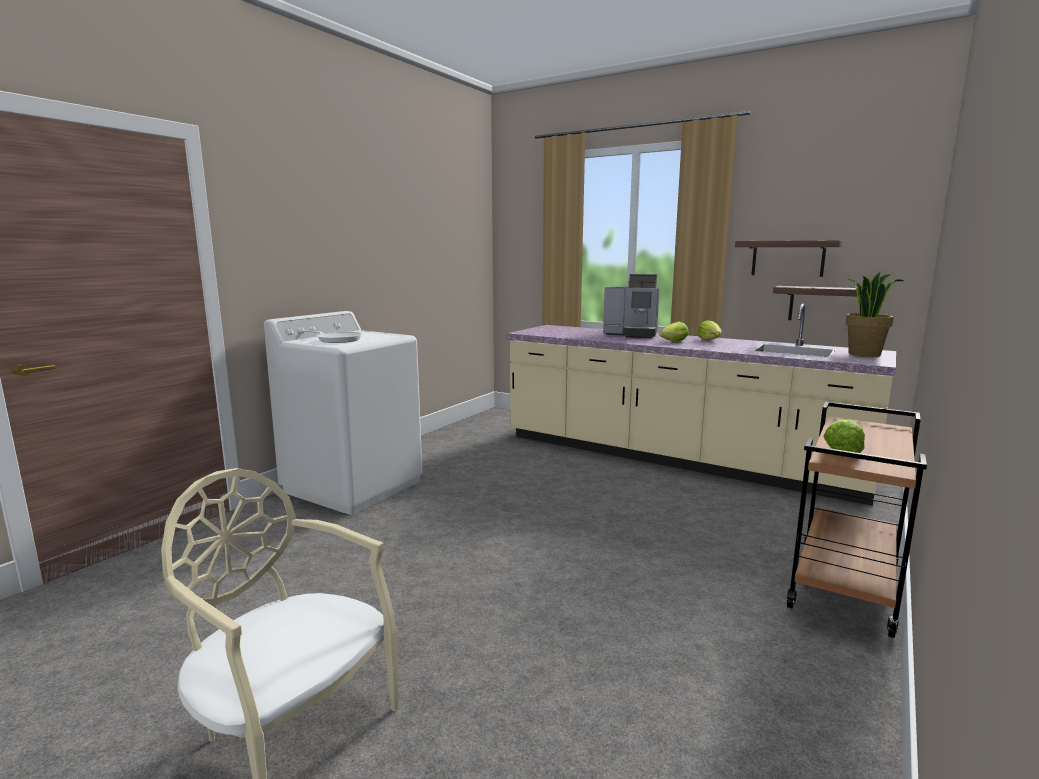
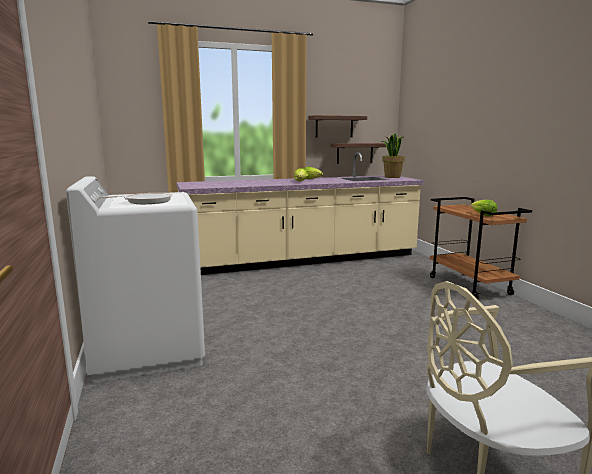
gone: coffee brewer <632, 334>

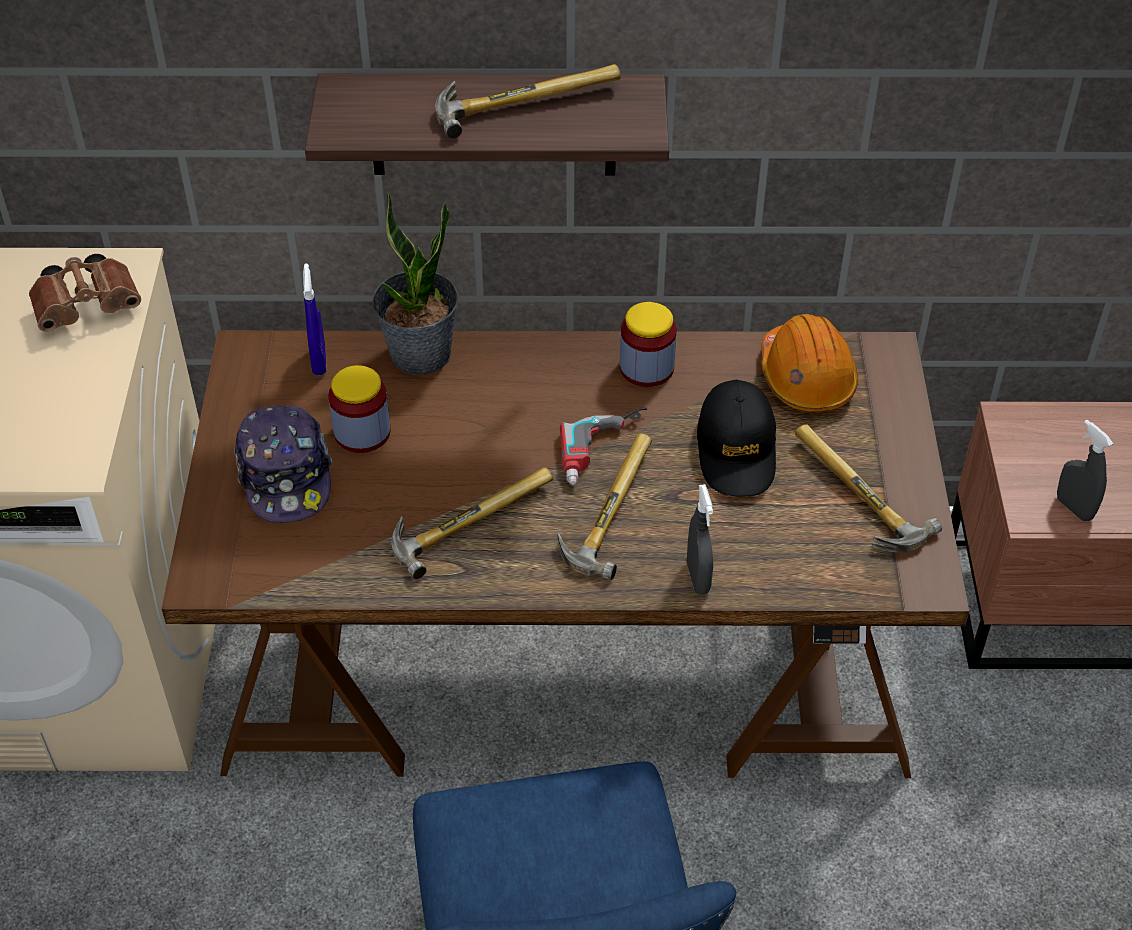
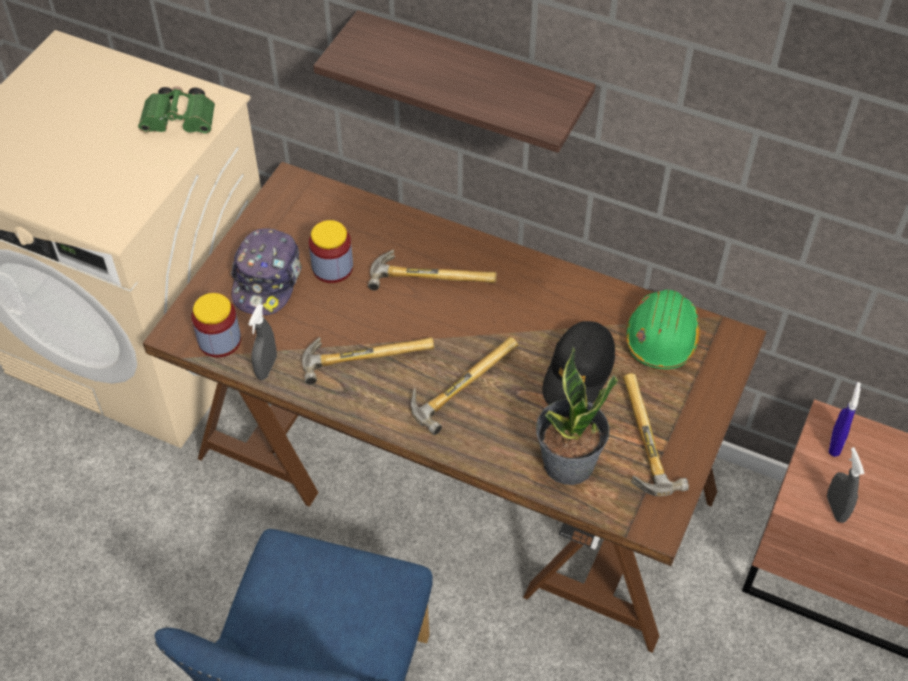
gone: drill <606, 452>
shifted: preserve jar <646, 368> to <219, 340>; spray bottle/greyish <698, 577> to <266, 367>; tool hammer <523, 99> to <432, 274>; potted plant <420, 355> to <568, 464>; spray bottle/bluish <319, 361> to <835, 444>
repainted: field glasses/brown <90, 306> to field glasses/green-coloured <182, 122>; safety helmet/orangey <806, 377> to safety helmet/green-coloured <661, 337>

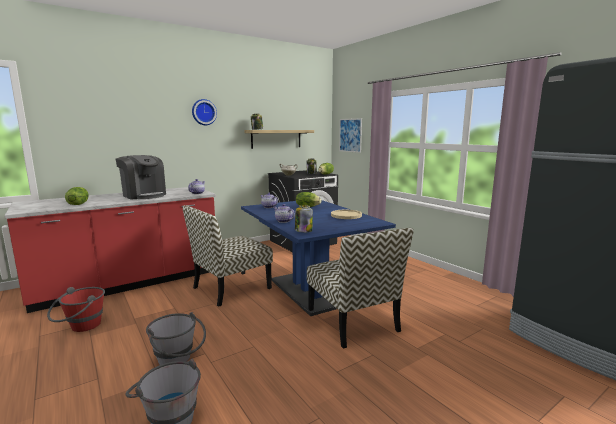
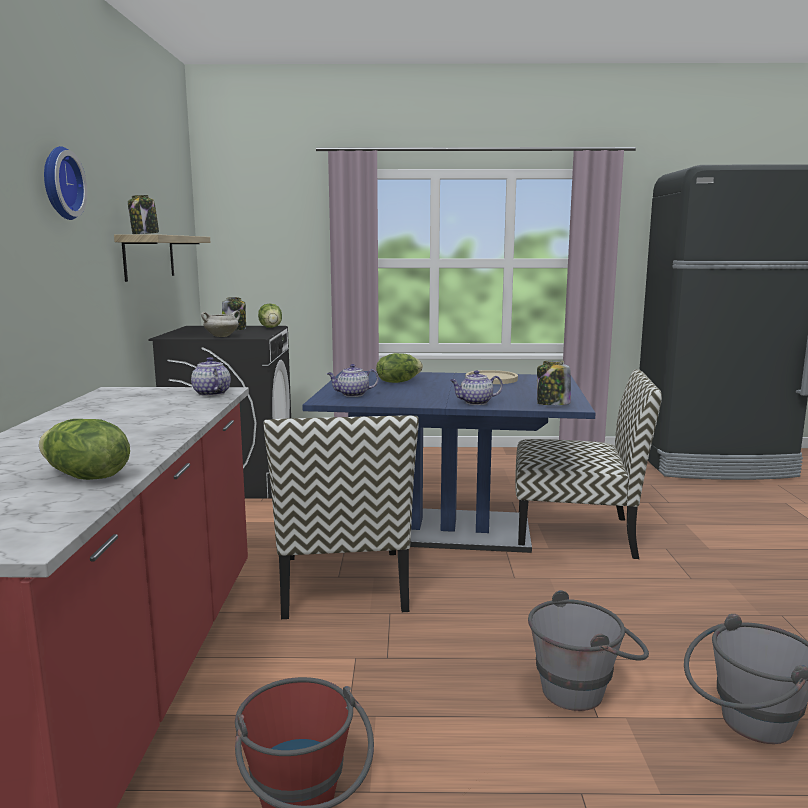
gone: coffee brewer <144, 195>; picture <350, 135>

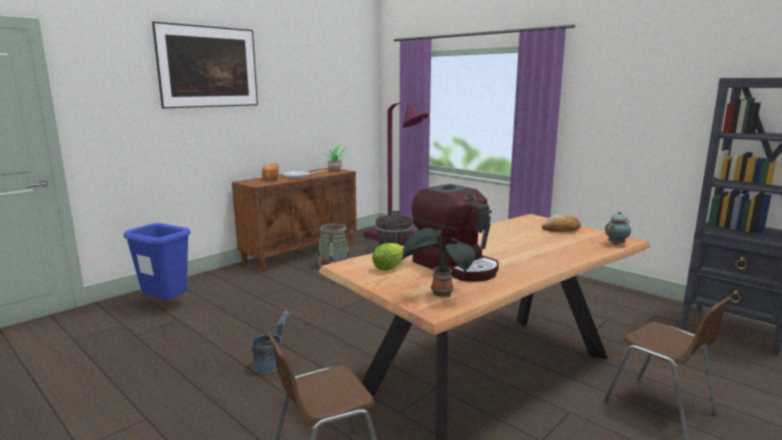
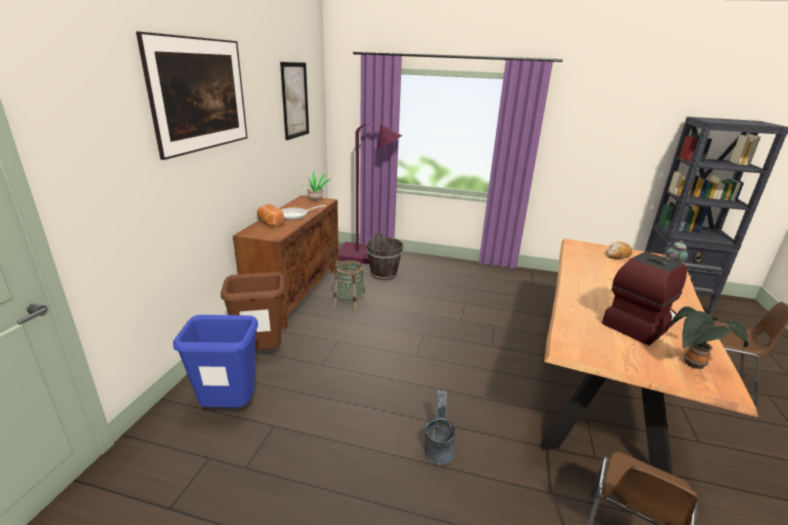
gone: lettuce <390, 267>
new: trash can/brown <261, 354>; picture <295, 100>
rotated: coffee brewer <456, 266> = <639, 322> 60 degrees counterclockwise

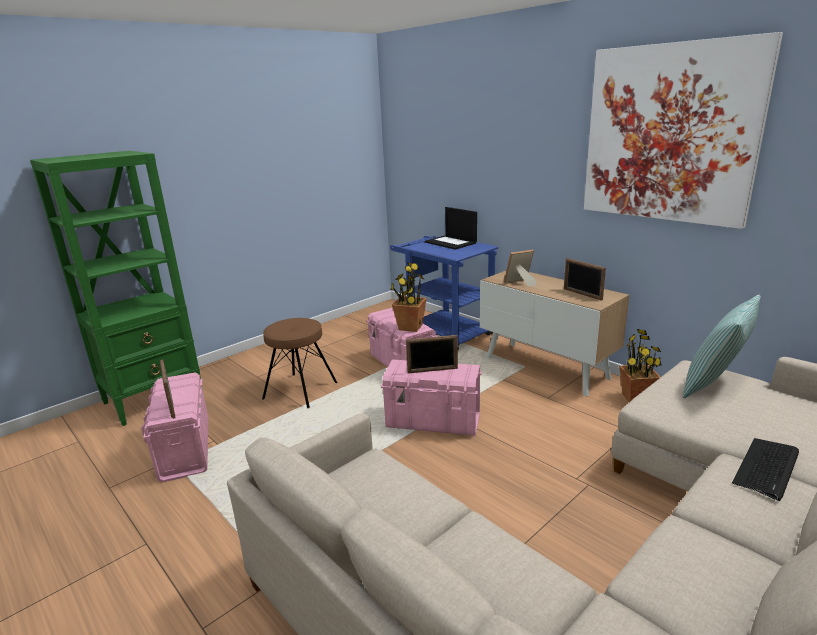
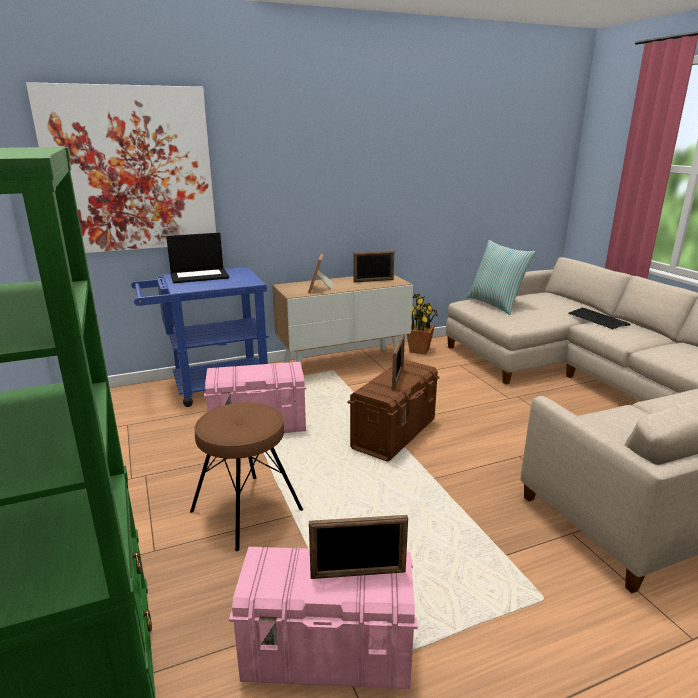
gone: potted plant <410, 327>
shifted: picture <669, 134> to <131, 170>
repainted: storage container/pink <433, 421> to storage container/brown <394, 434>

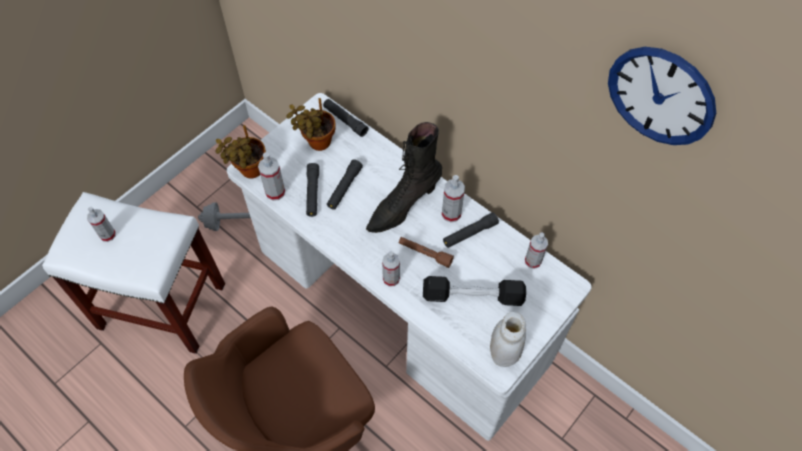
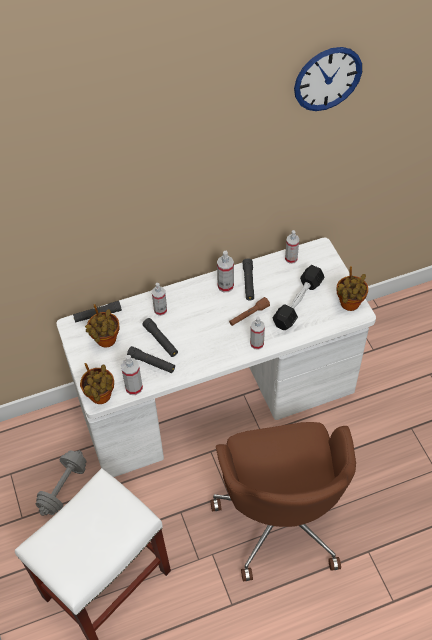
gone: boot/black <403, 206>
shifted: spray bottle <107, 235> to <160, 310>
swapped: preserve jar/whitish <503, 353> to potted plant <349, 305>

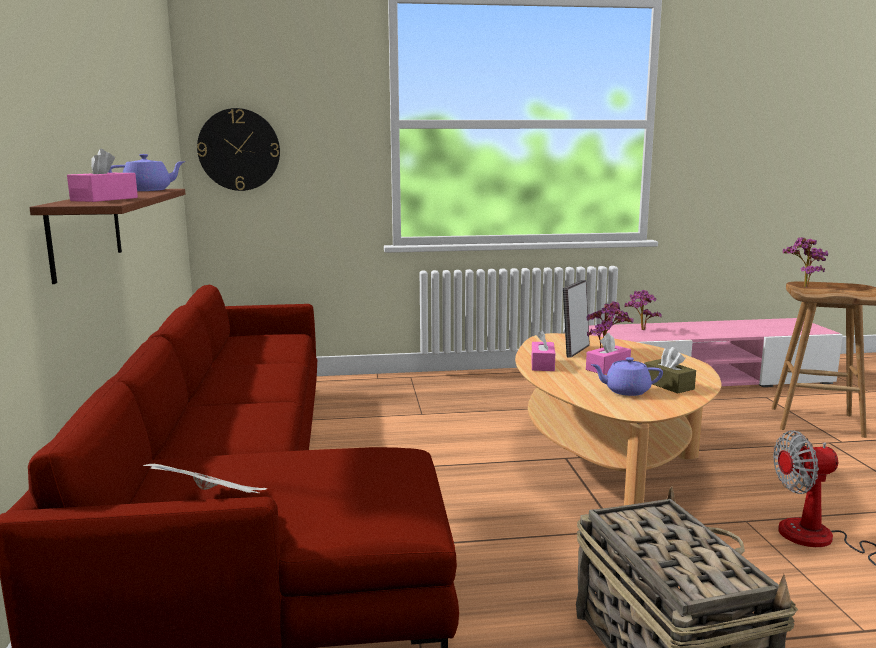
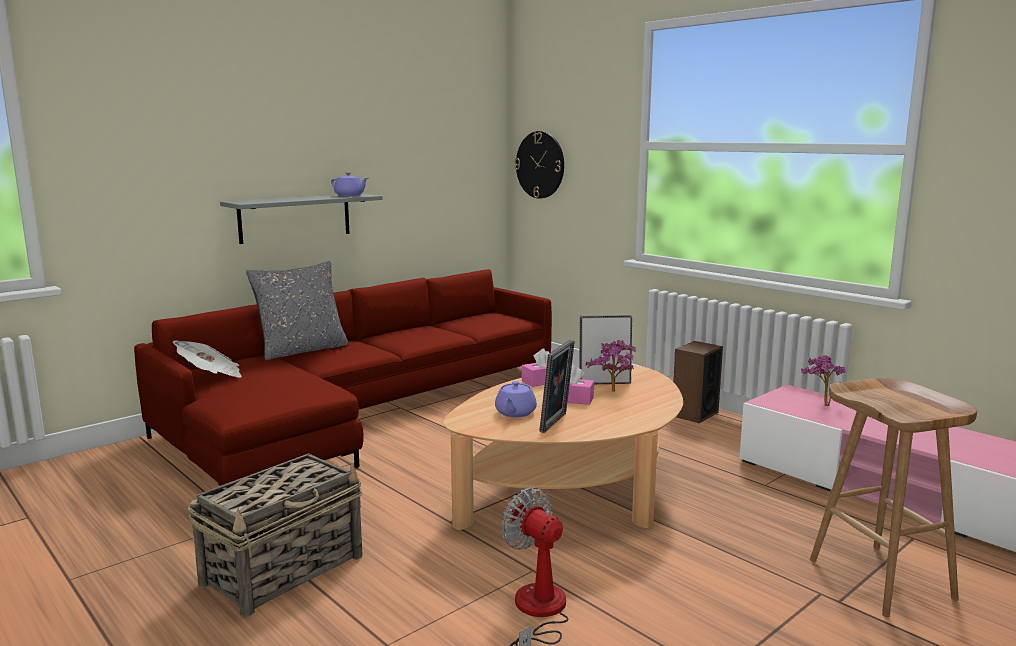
gone: tissue box/pink <104, 199>; potted plant <802, 286>
new: cushion/greyish <302, 350>; loudspeaker <694, 414>
swapped: tissue box/brown <668, 385> to standing frame <556, 423>
repainted: wall shelf/brown <86, 231> to wall shelf/greyish <295, 218>
rotated: tea pot/purple <626, 391> = <515, 413> 135 degrees counterclockwise

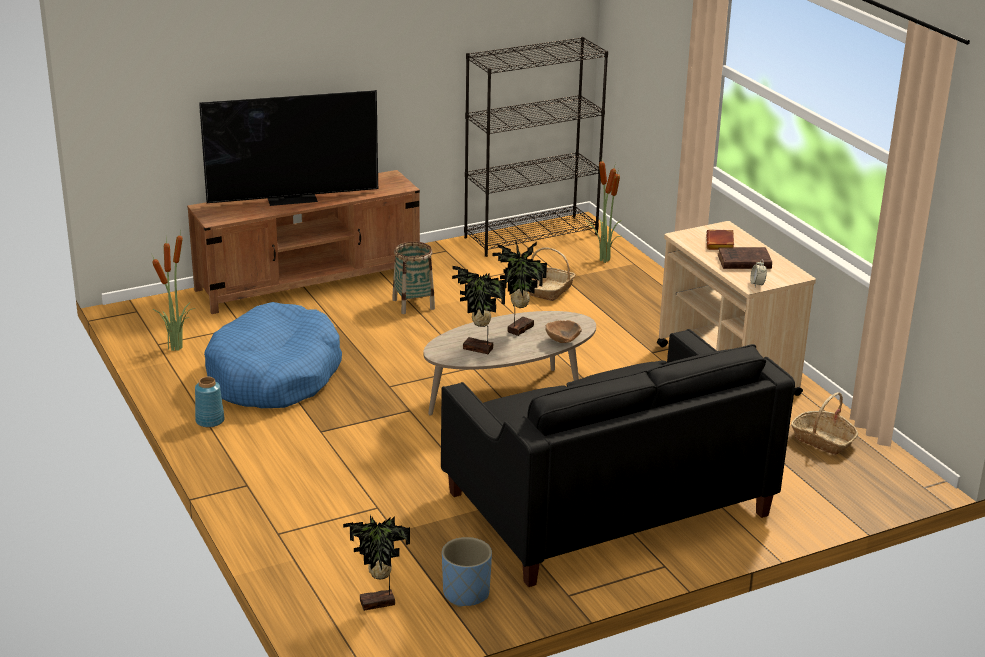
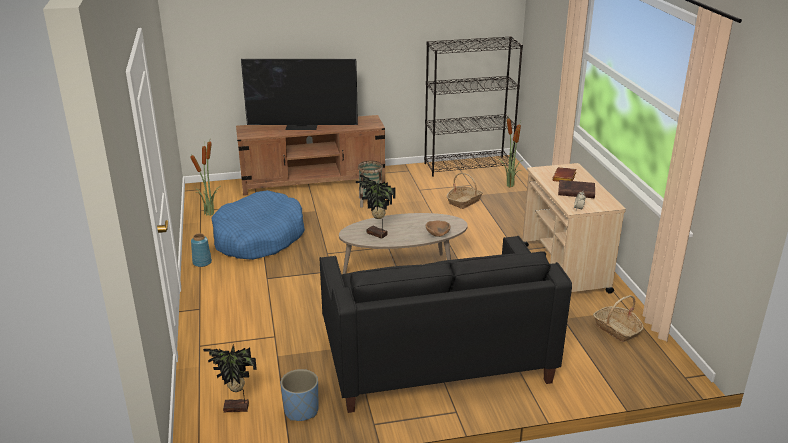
gone: potted plant <518, 328>

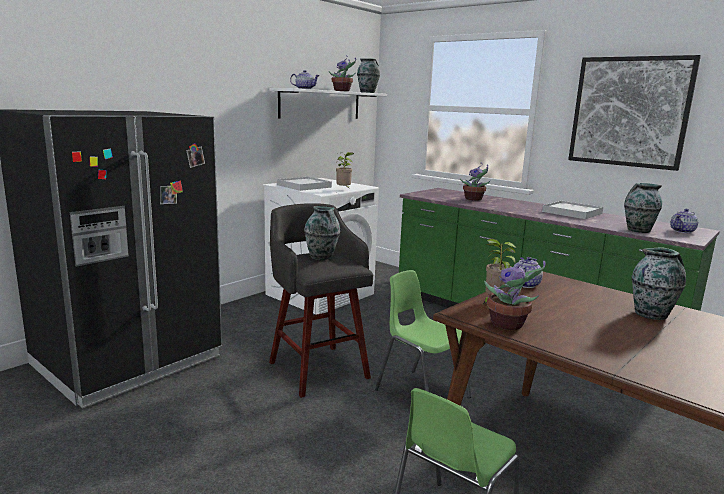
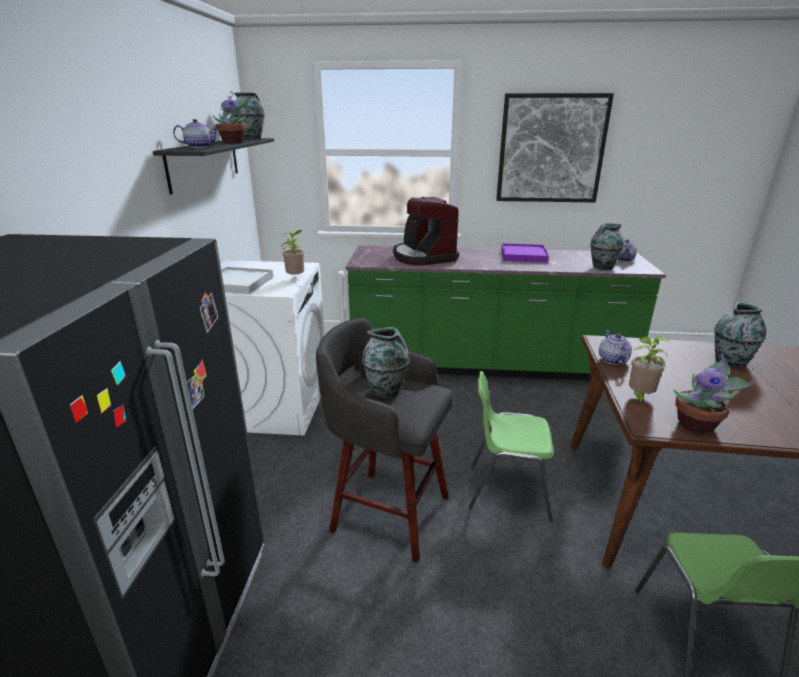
swapped: potted plant <474, 199> to coffee brewer <423, 256>
repainted: wall shelf/whitish <320, 104> to wall shelf/black <204, 163>; carrying tray/whitish <572, 212> to carrying tray/purple <523, 255>

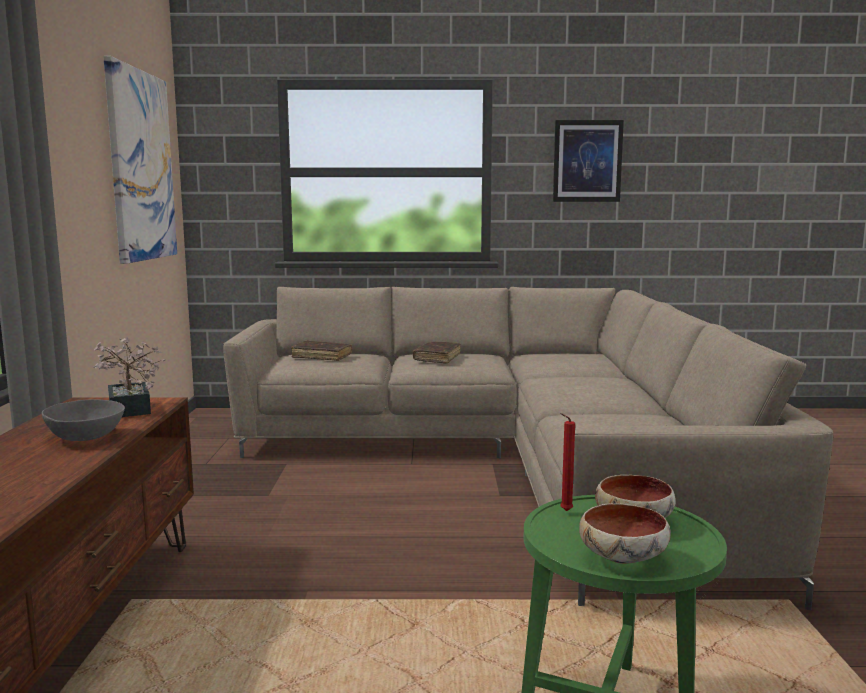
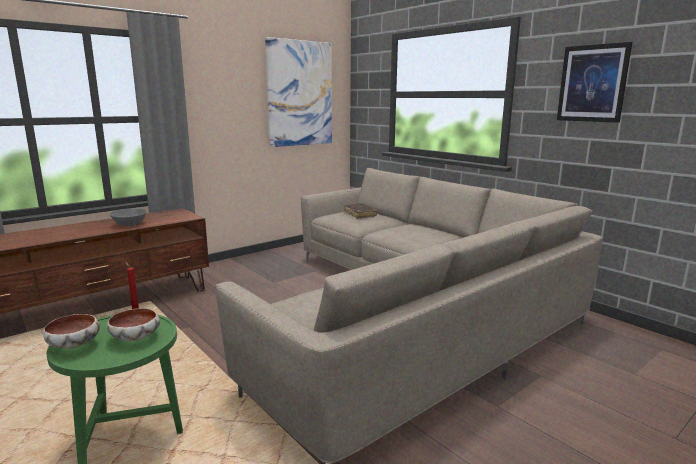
gone: potted plant <129, 411>; book/brown <437, 358>

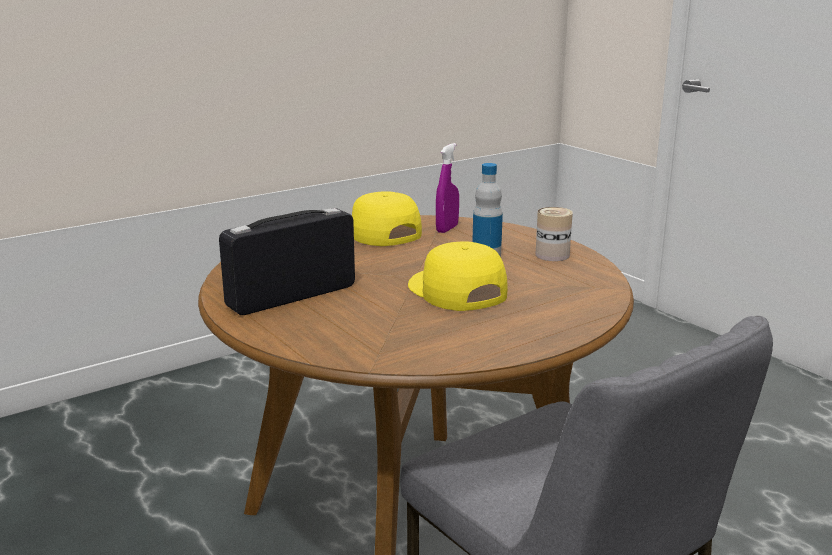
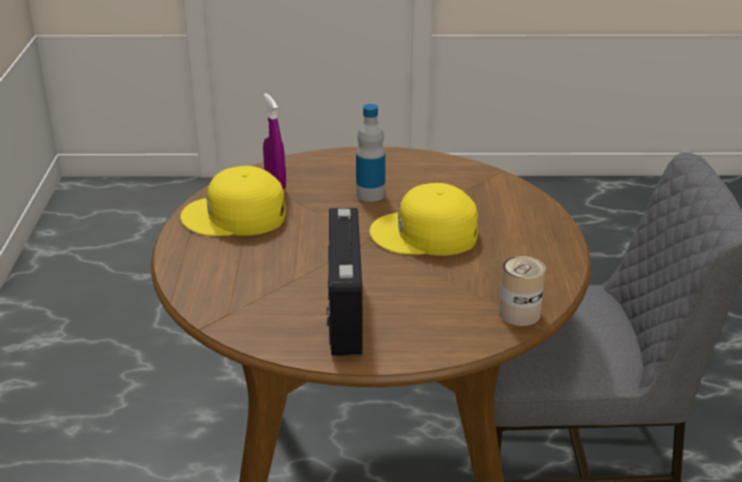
shifted: can <552, 255> to <519, 313>

